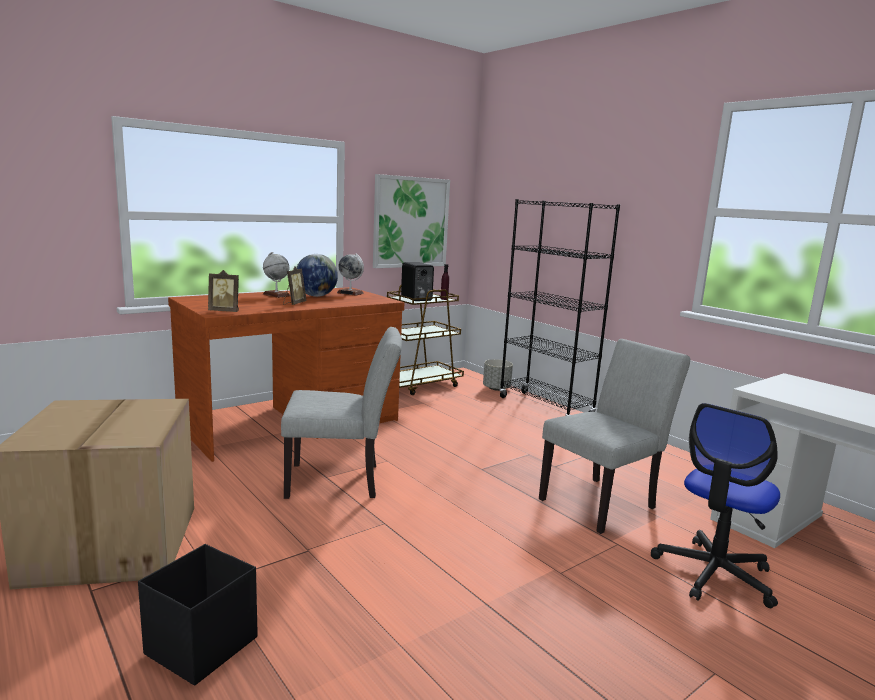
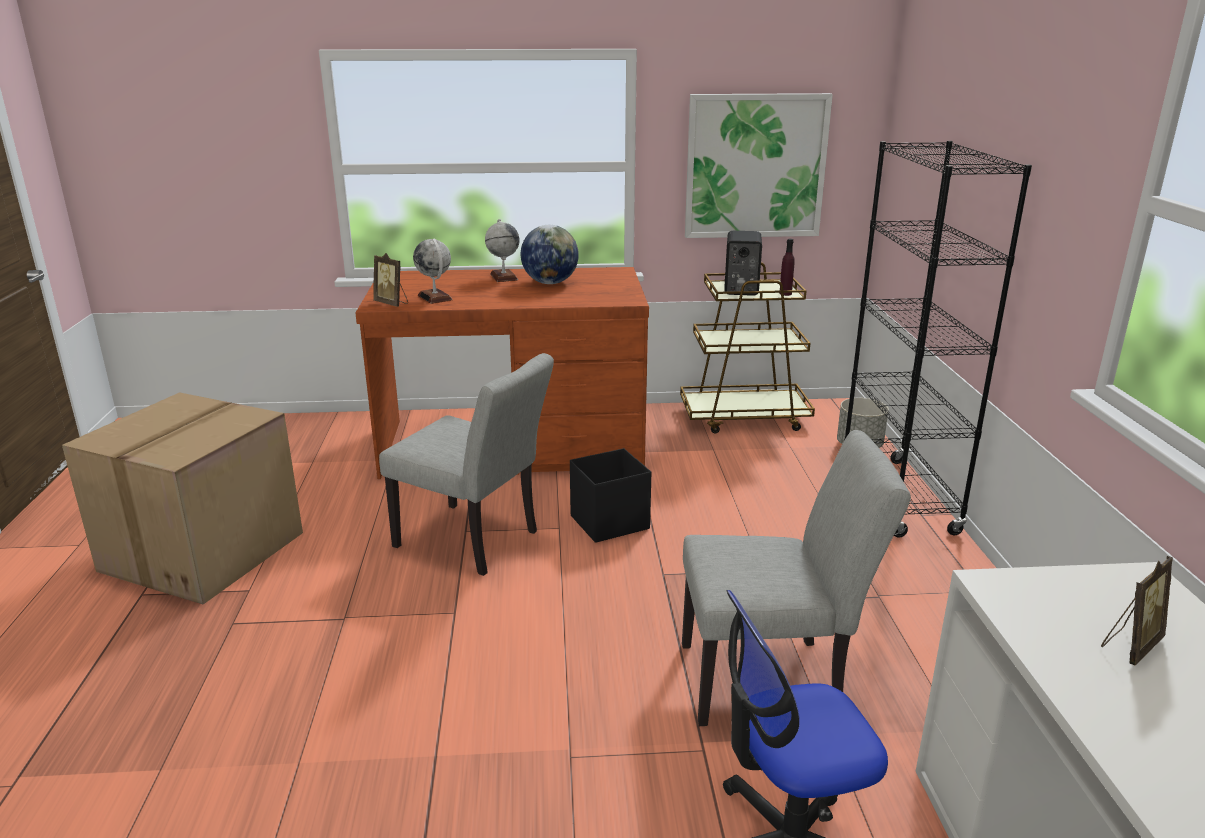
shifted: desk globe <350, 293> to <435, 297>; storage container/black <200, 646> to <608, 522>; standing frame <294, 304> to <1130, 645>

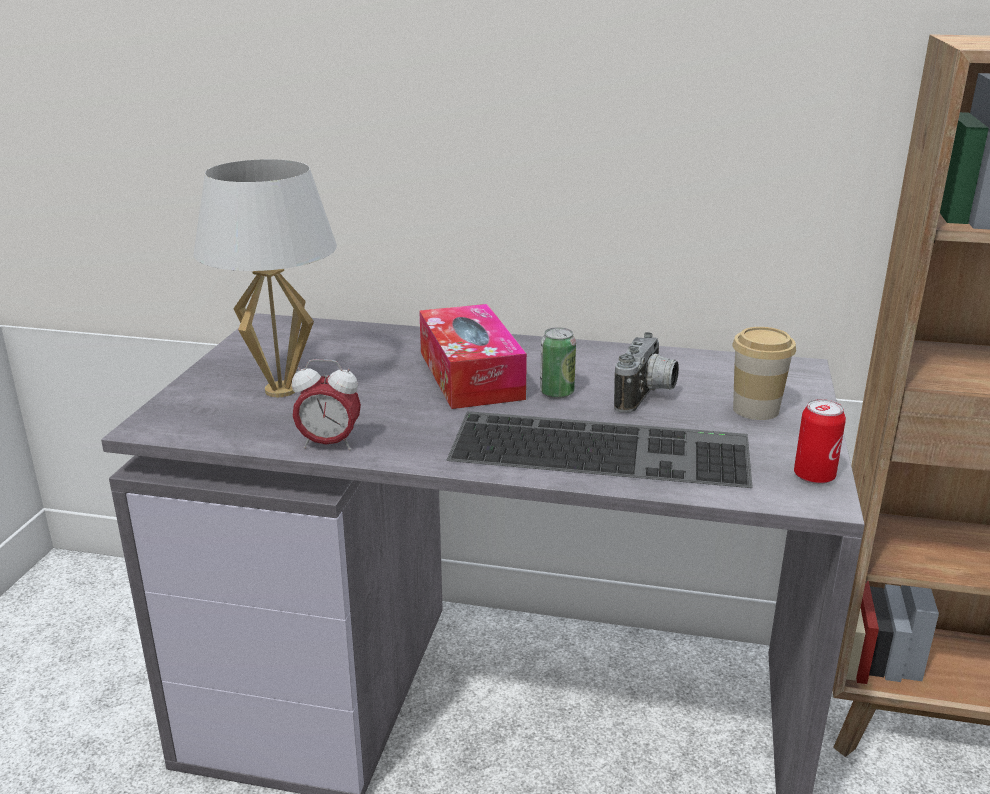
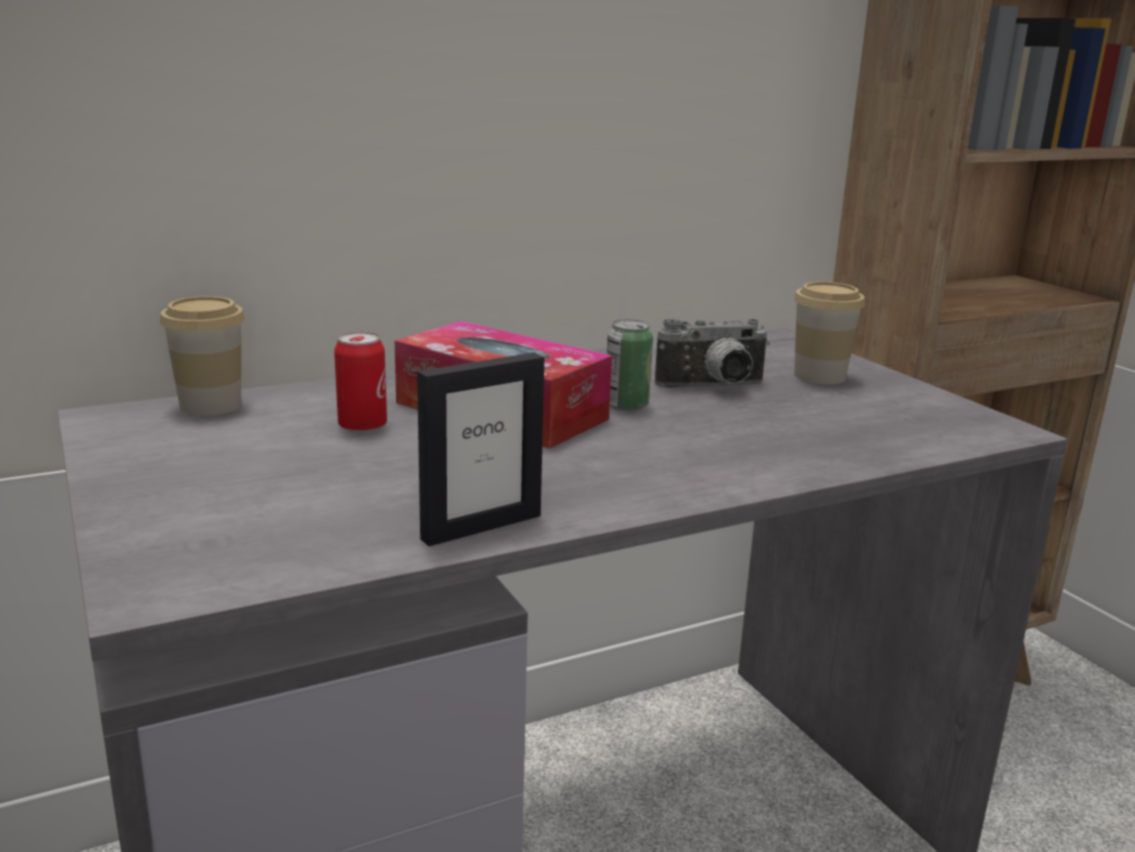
gone: table lamp/whitish <280, 390>; keyboard <603, 448>
new: drinking cup <210, 405>
shifted: can <814, 476> to <362, 427>
swapped: alarm clock <329, 444> to standing frame <481, 527>
rotated: photo camera <647, 397> = <714, 388> 90 degrees clockwise

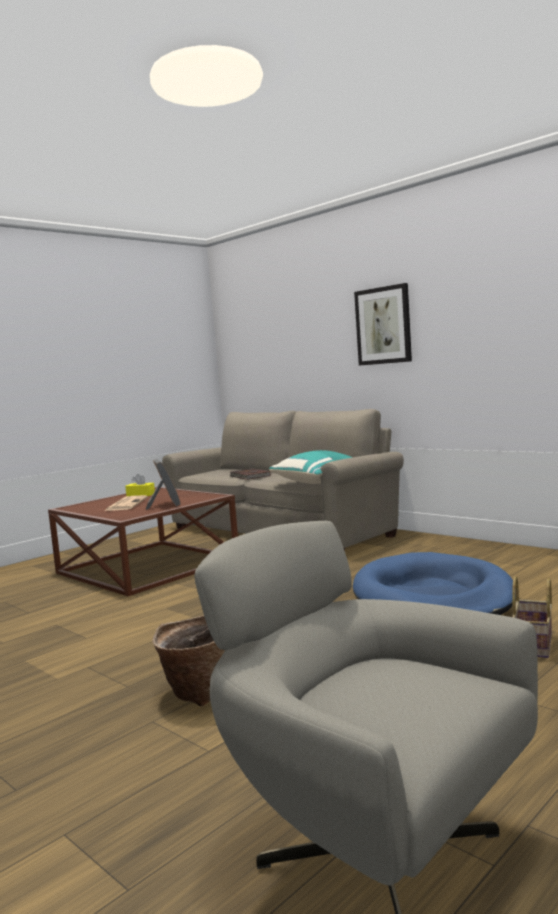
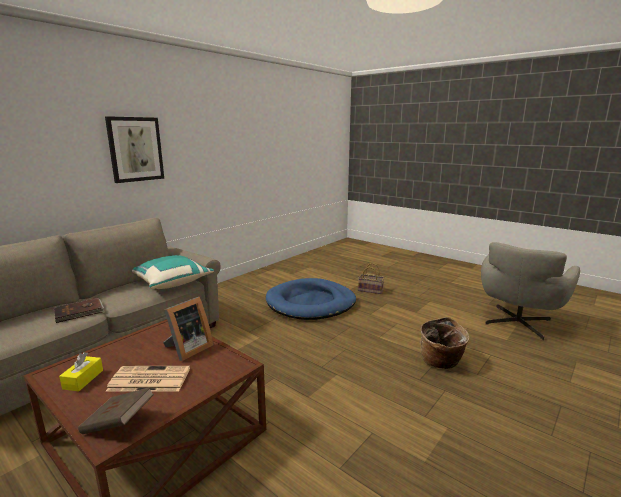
new: book/brown <119, 423>
rotated: standing frame <164, 505> = <188, 349> 150 degrees clockwise

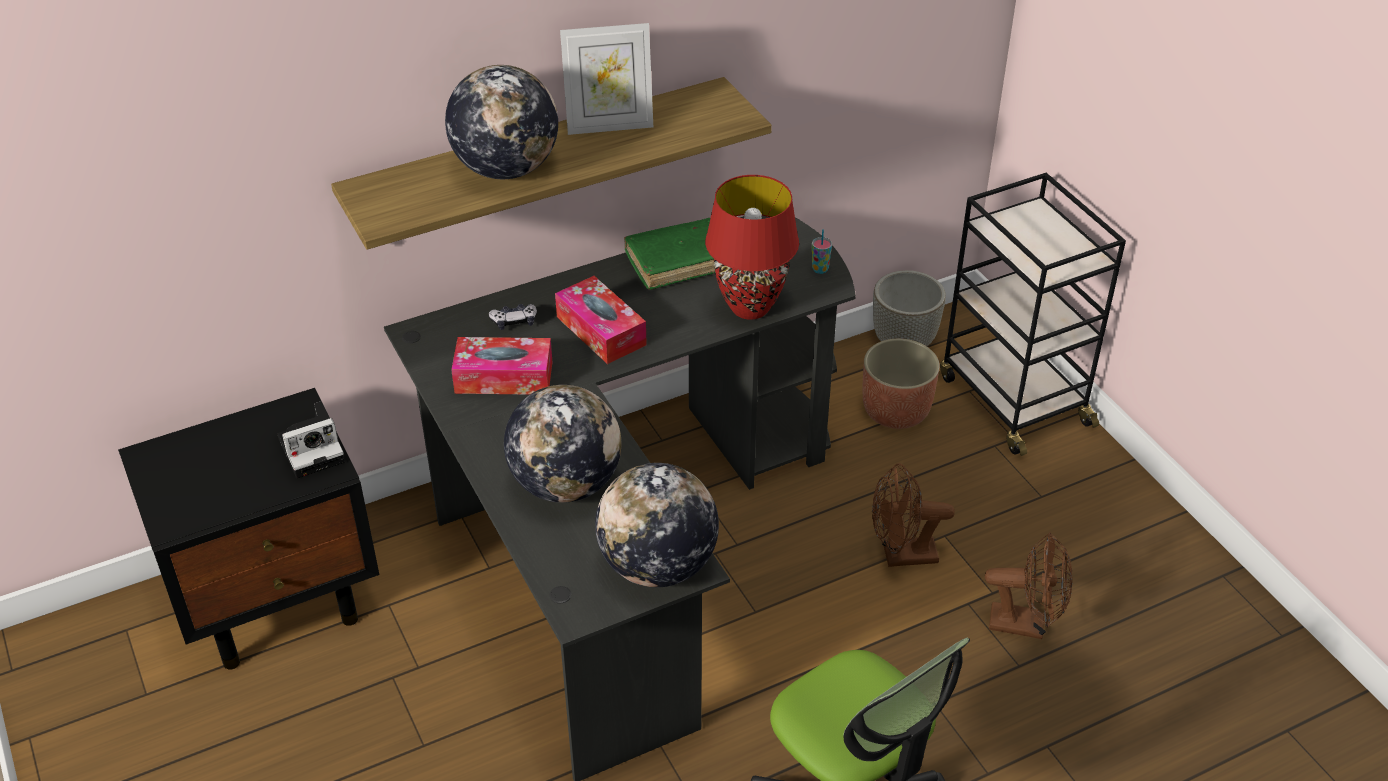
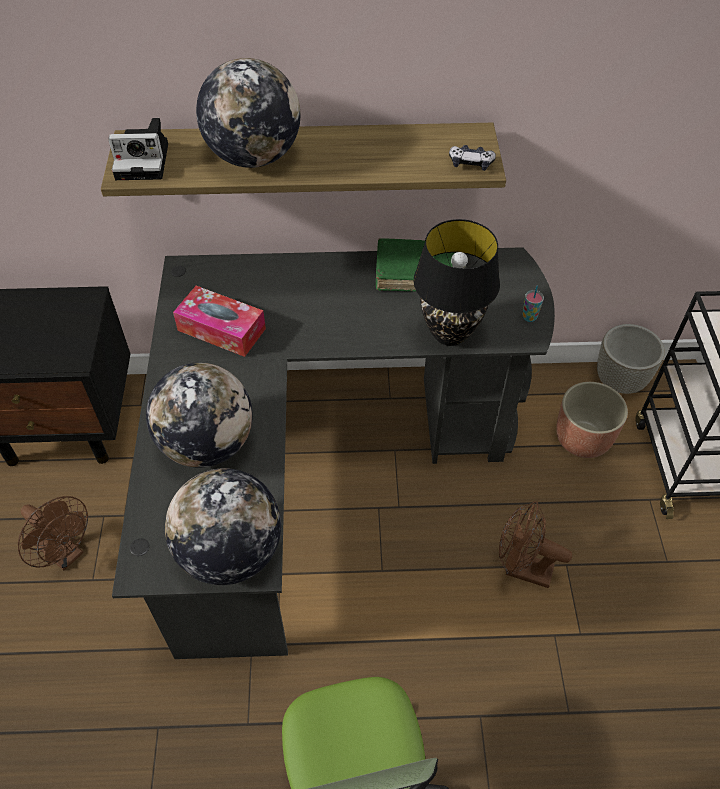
gone: tissue box <601, 331>; standing frame <609, 126>
shifted: electric fan/brown <1026, 624> to <66, 554>; photo camera <314, 448> to <145, 161>; game controller <514, 321> to <470, 163>
repainted: table lamp/reddish <751, 308> to table lamp/black <450, 334>

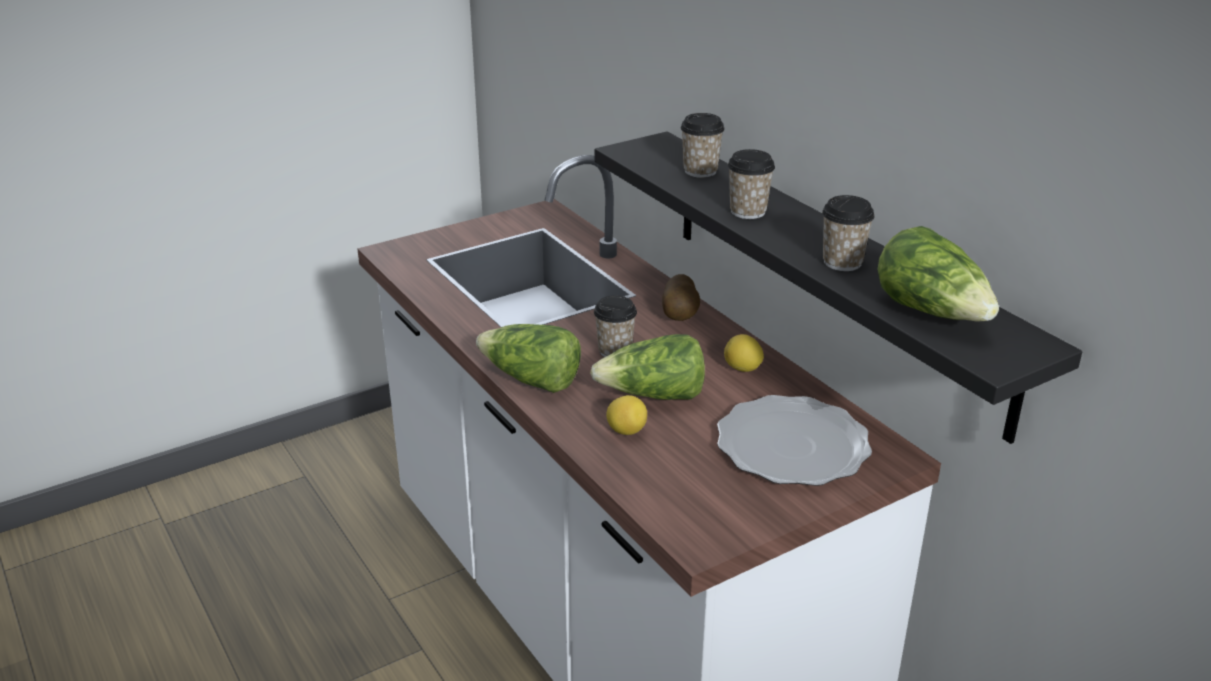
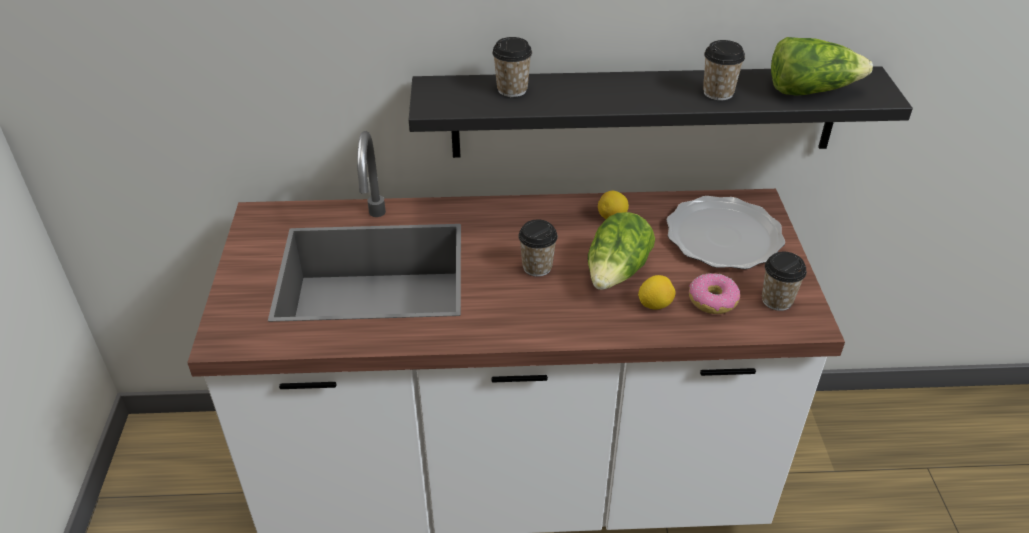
gone: lettuce <531, 380>; potato <680, 316>
new: ring doughnut <712, 301>
shifted: drinking cup <748, 211> to <777, 300>

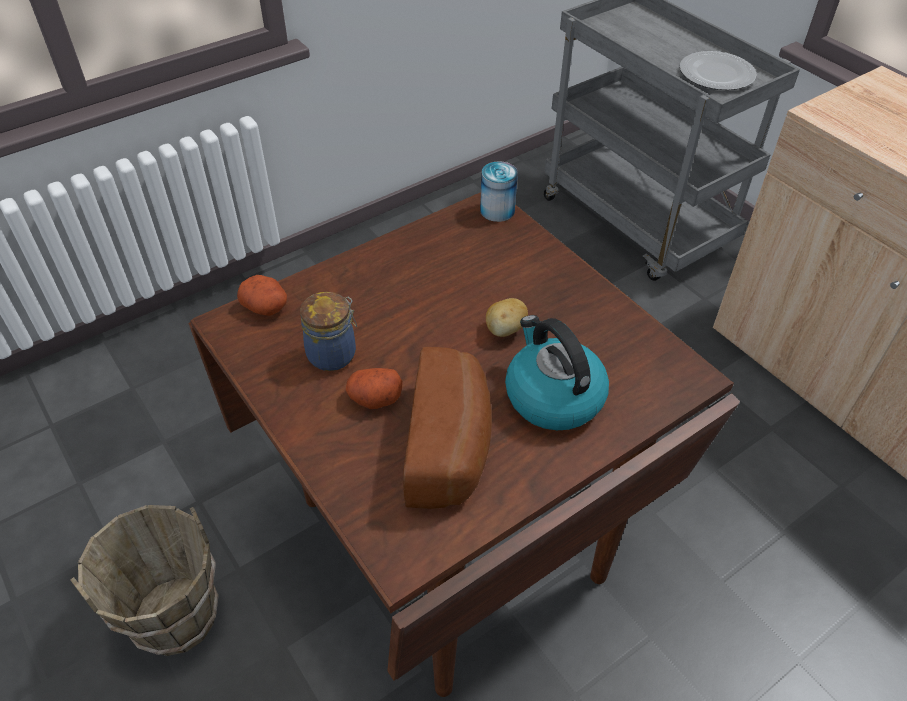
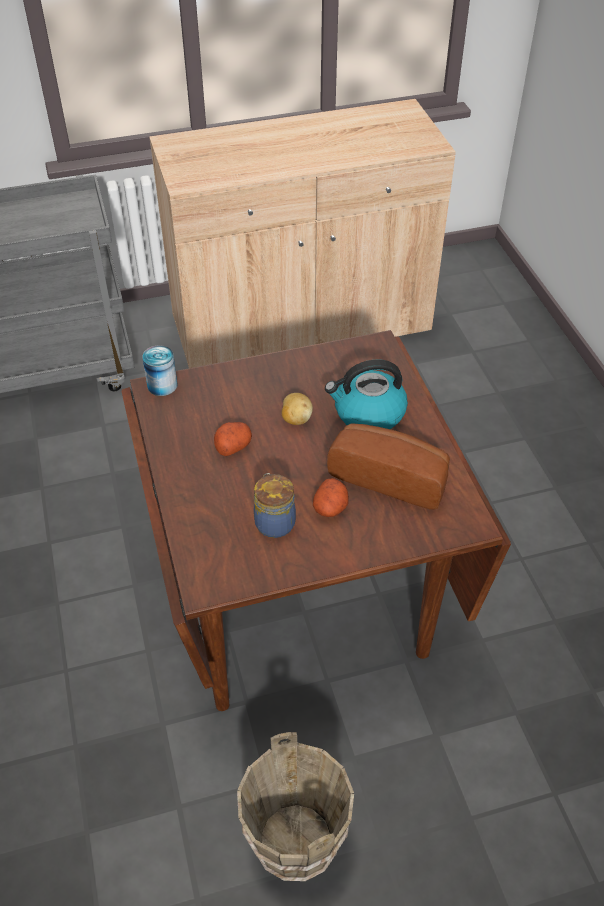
gone: dinner plate <715, 74>
shifted: potato <266, 307> to <233, 446>

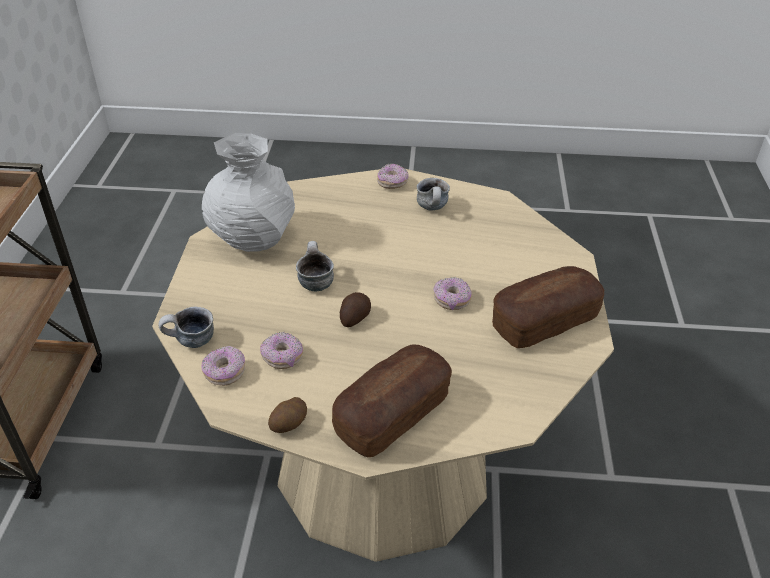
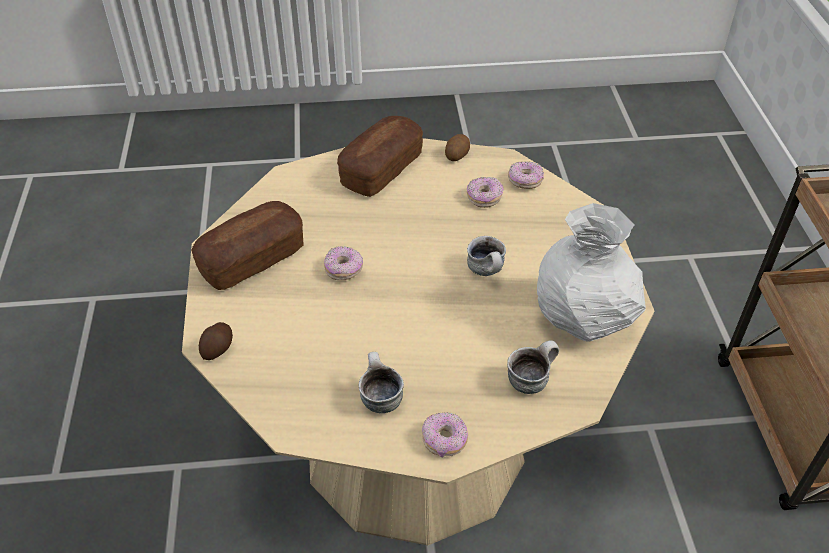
shifted: potato <354, 317> to <218, 348>; tea mug <191, 343> to <530, 379>

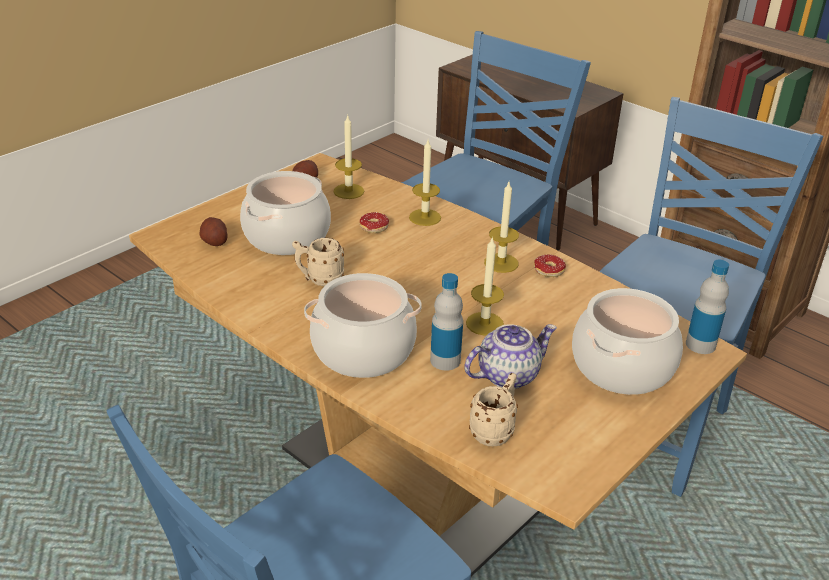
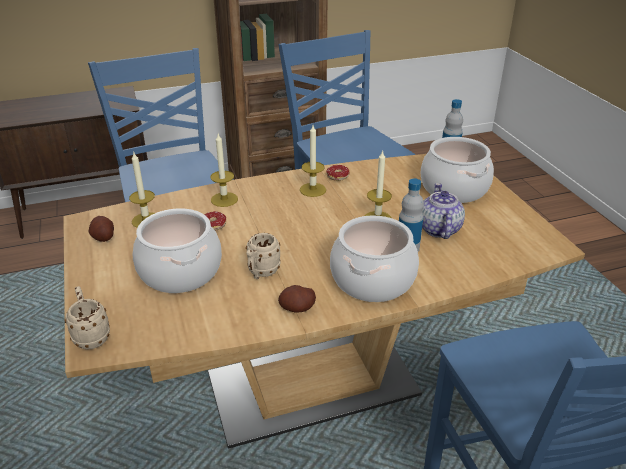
shifted: tea mug/sand-coloured <495, 430> to <91, 335>; potato <214, 242> to <297, 308>

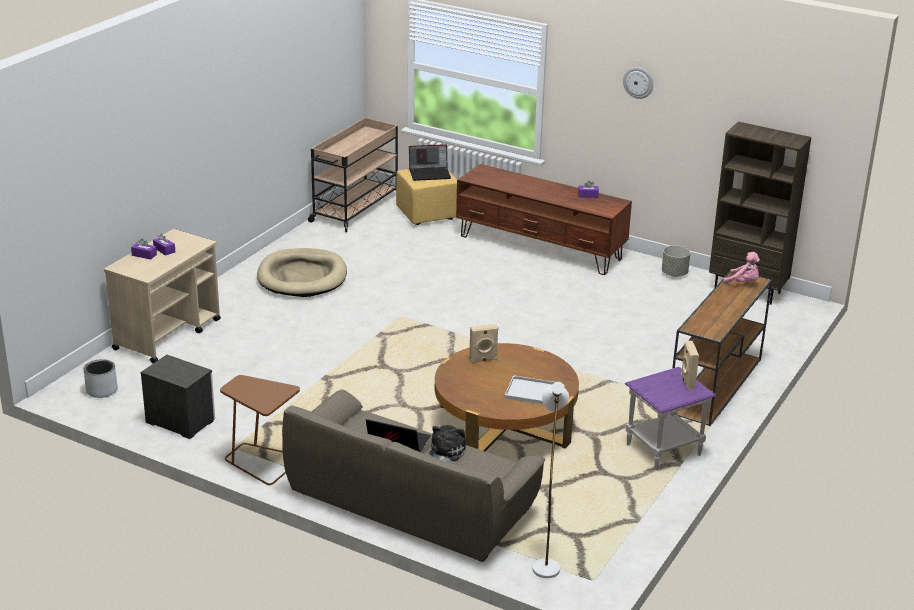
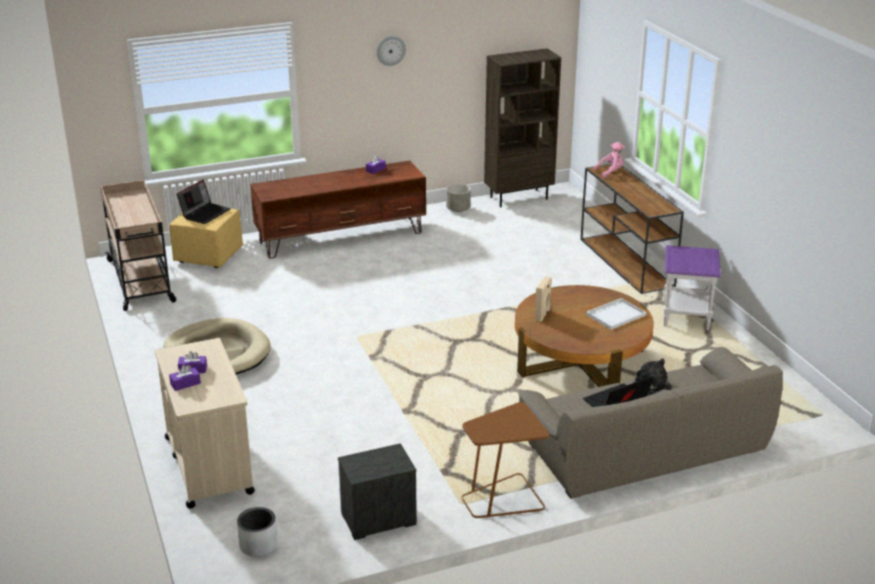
gone: standing lamp/whitish <545, 562>; loudspeaker/sand-coloured <687, 382>

